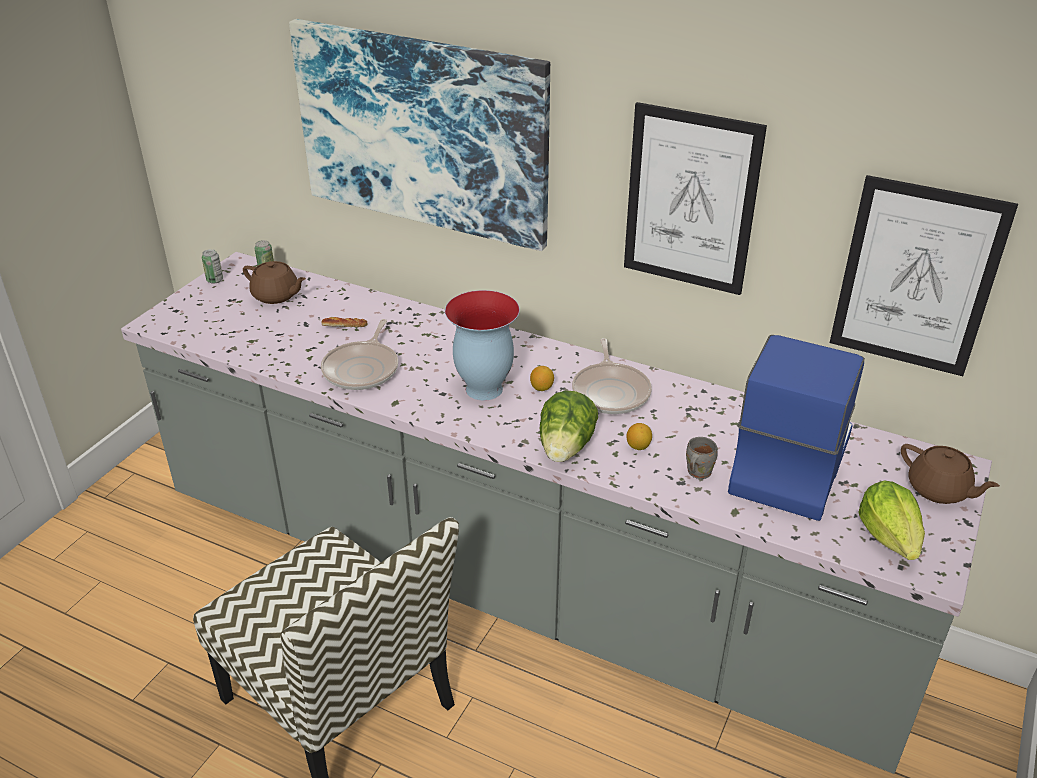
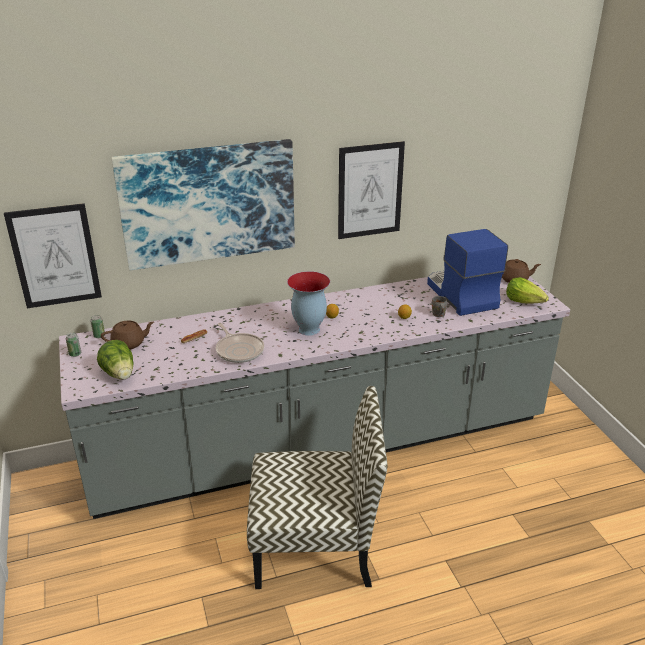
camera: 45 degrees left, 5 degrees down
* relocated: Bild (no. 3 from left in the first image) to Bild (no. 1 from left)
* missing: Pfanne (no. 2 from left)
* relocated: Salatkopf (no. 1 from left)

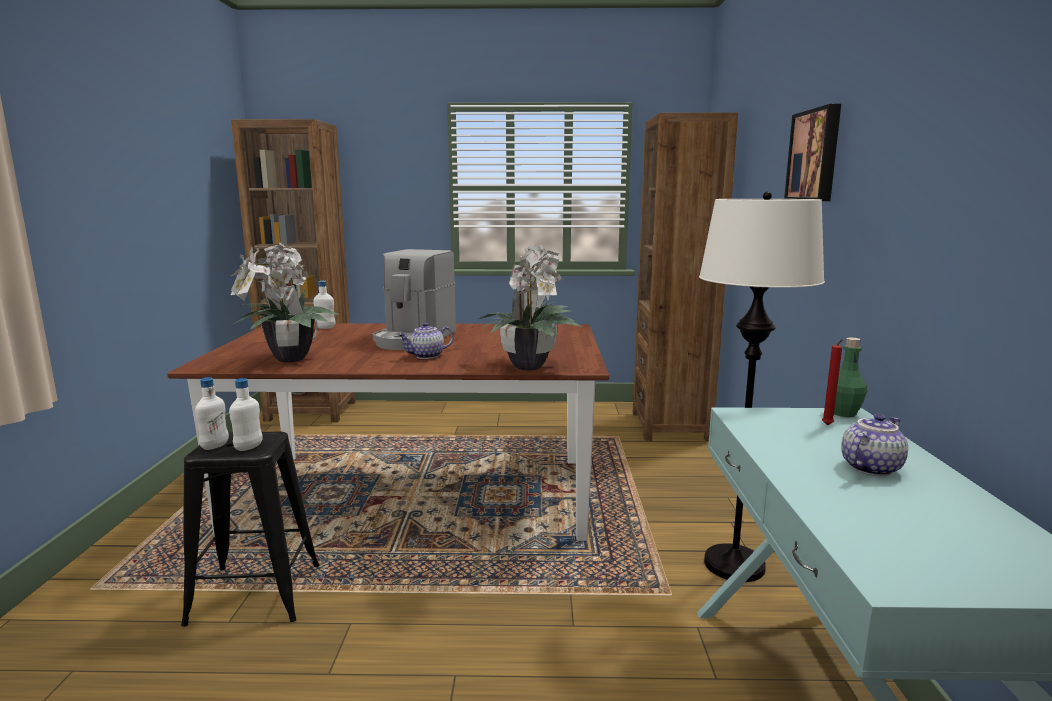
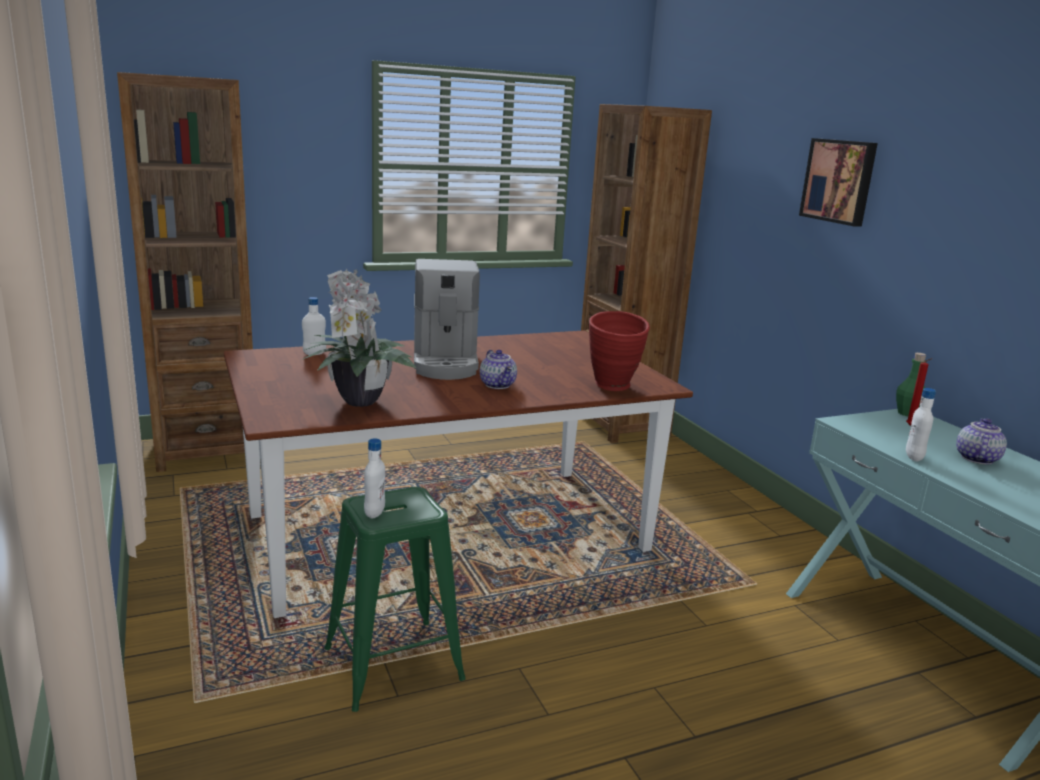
camera: 25 degrees left, 5 degrees up
* missing: Stehlampe [weiß]
* exchanged: Topfpflanze (no. 2 from left) to Vase [rot]
* spun: Teekanne (no. 1 from left) 60 degrees counterclockwise
* relocated: Flasche [weiß] (no. 2 from left in the first image) to Flasche [weiß] (no. 3 from left)
* colour: Hocker [schwarz] to Hocker [grün]

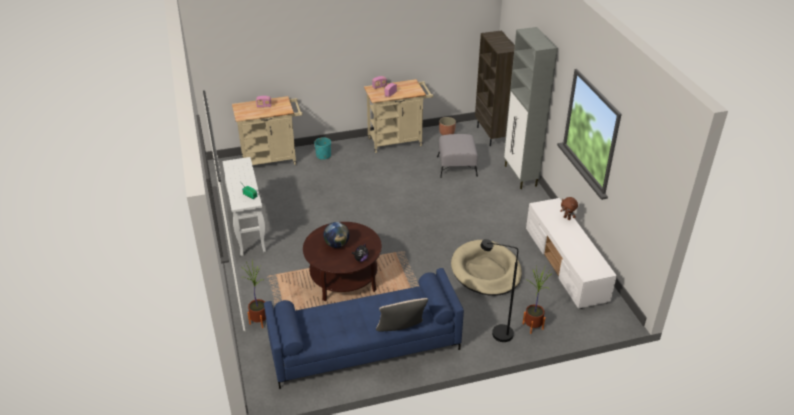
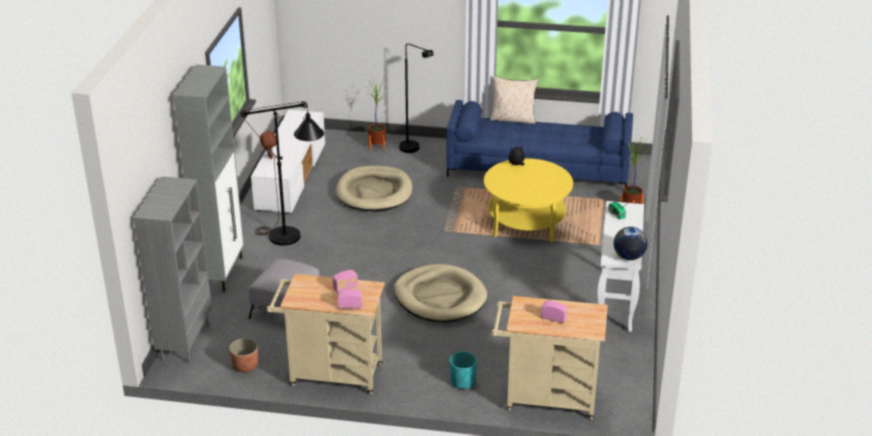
camera: 155 degrees left, 5 degrees down
* colour: Bücherregal [braun] to Bücherregal [grau]
* colour: Couchtisch [braun] to Couchtisch [gelb]
* relocated: Globus
* appeared: Stehlampe [schwarz] (no. 1 from left)
* appeared: Hundebett [beige] (no. 2 from left)

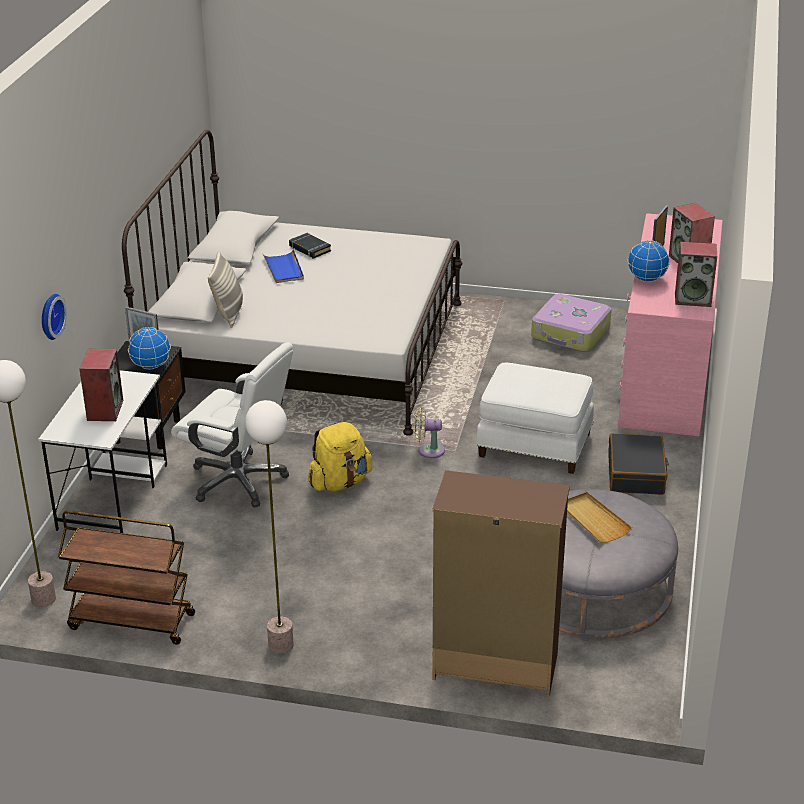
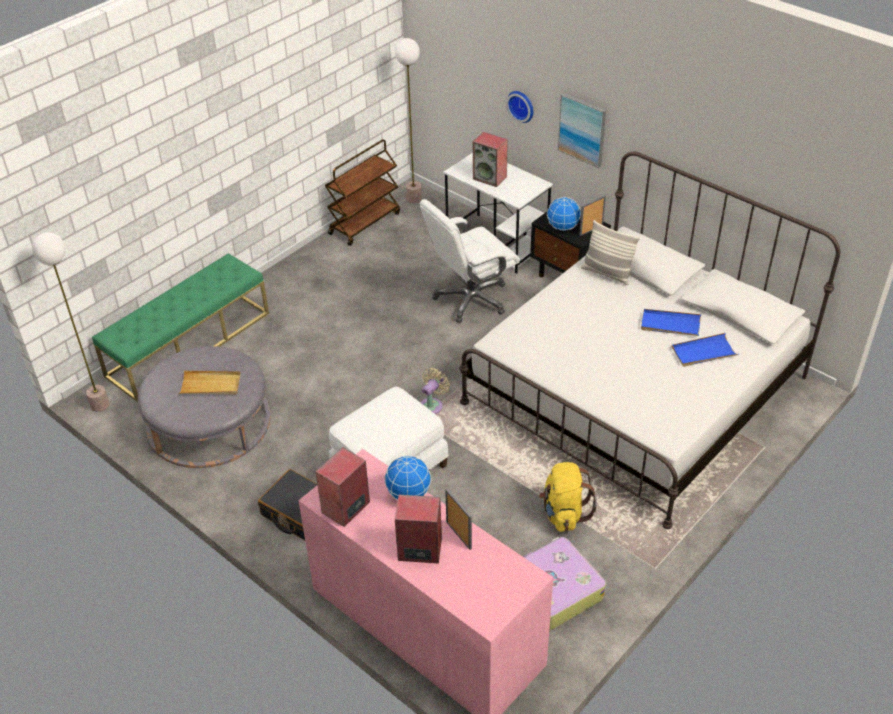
camera: 120 degrees right, 10 degrees up
* exchanged: Buch [schwarz] to Tablett [blau] (no. 2 from left)
* relocated: Stehlampe (no. 2 from left in the first image) to Stehlampe (no. 1 from left)
* relocated: Rucksack [gelb]
* exchanged: Kommode [braun] to Bank [grün]
* appeared: Bild

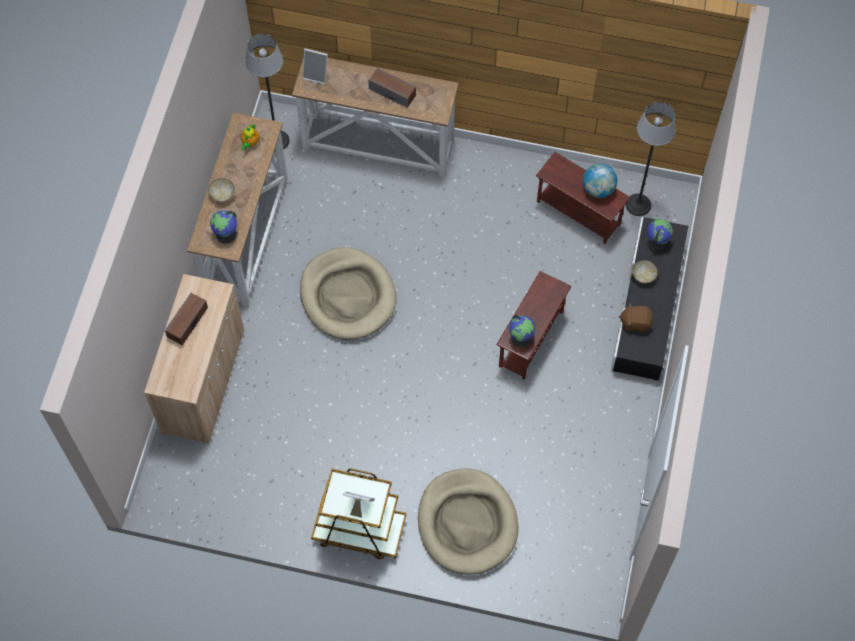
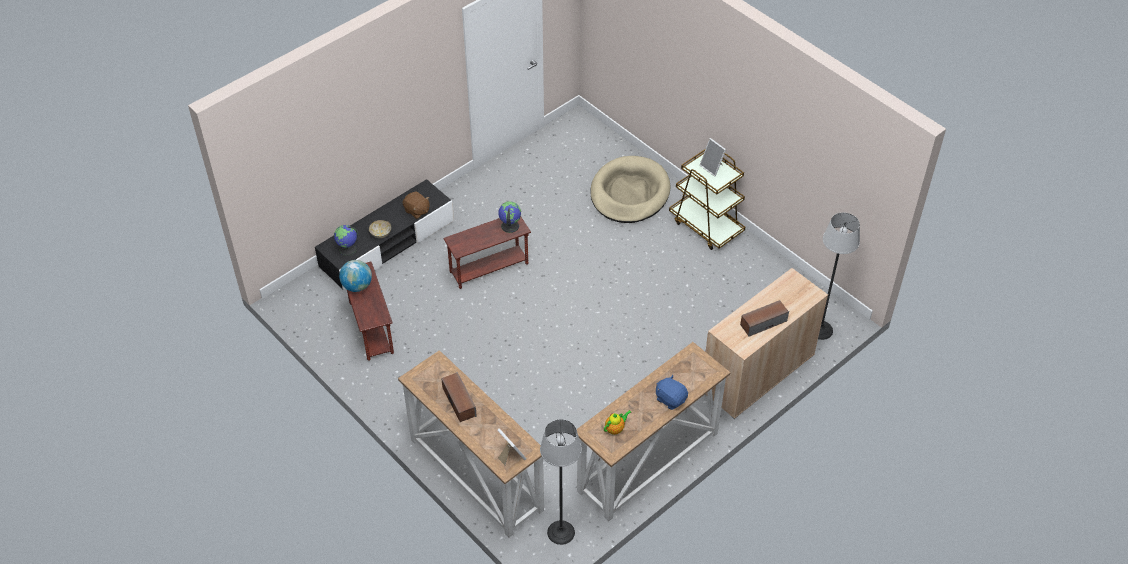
camera: 145 degrees left, 15 degrees down
* relocated: Stehlampe (no. 2 from left)
* exchanged: Schüssel (no. 1 from left) to Plüschtier [blau]
* missing: Globus (no. 1 from left)
* missing: Hundebett [beige] (no. 1 from left)

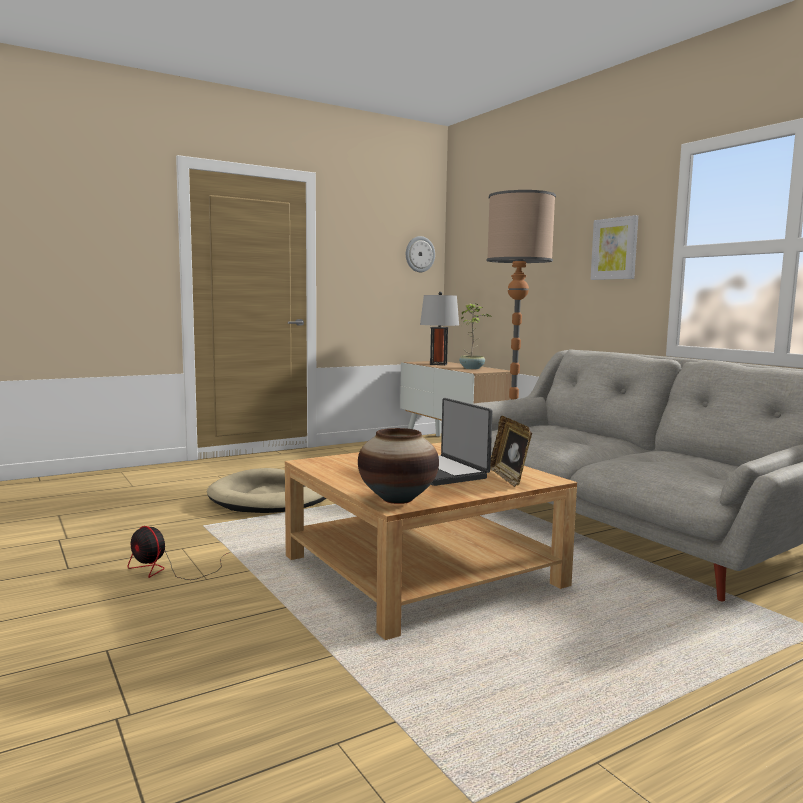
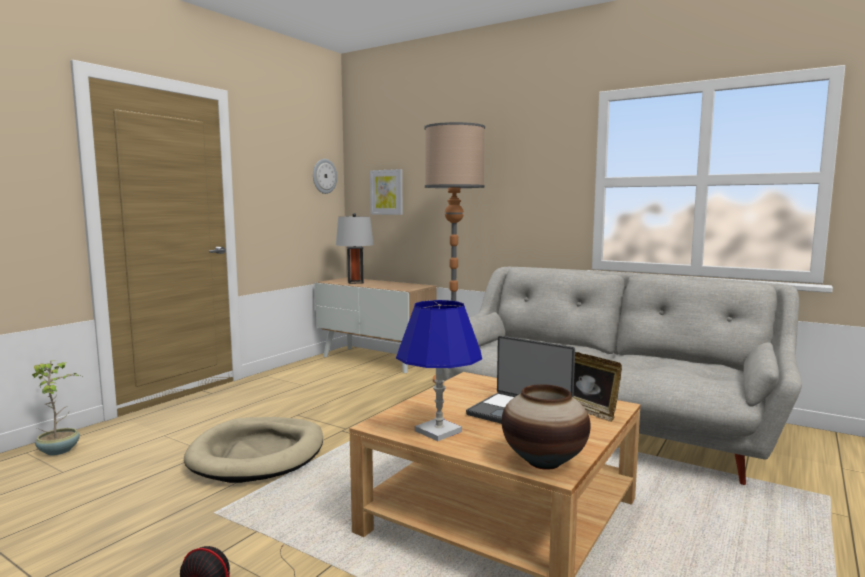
camera: 25 degrees left, 0 degrees up
* relocated: Bild
* relocated: Topfpflanze
* appeared: Tischlampe [blau]

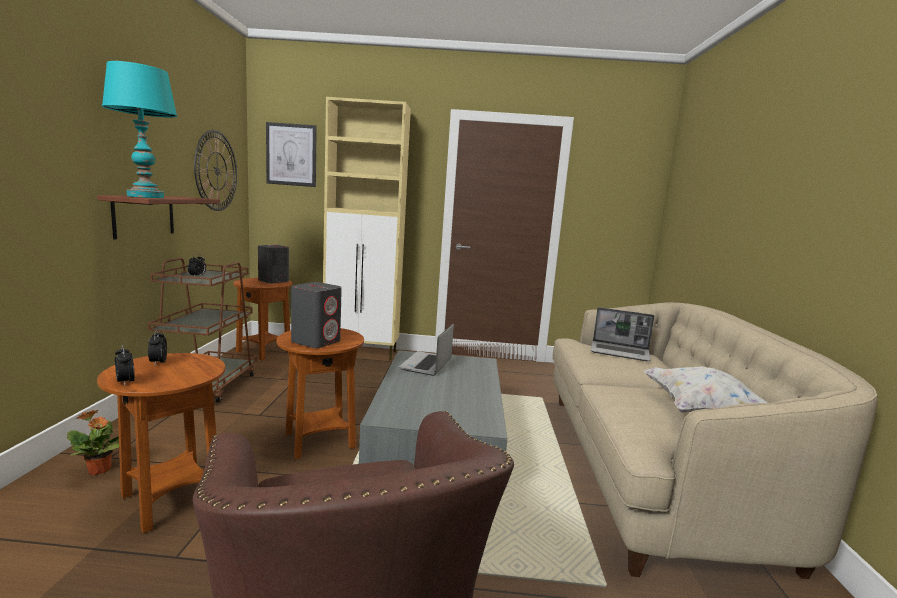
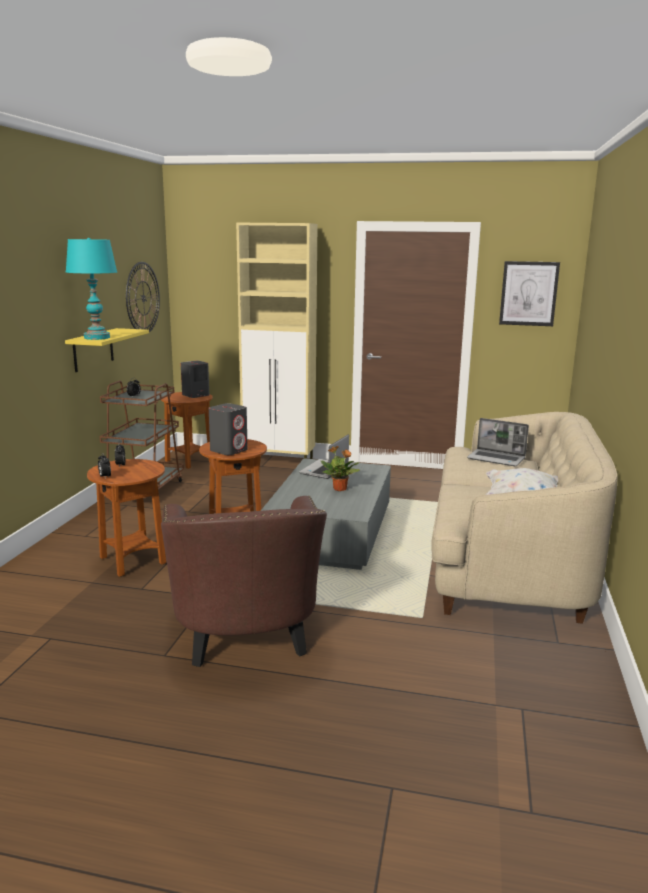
camera: 10 degrees right, 5 degrees up
* relocated: Bild
* colour: Wandregal [braun] to Wandregal [gelb]
* relocated: Topfpflanze

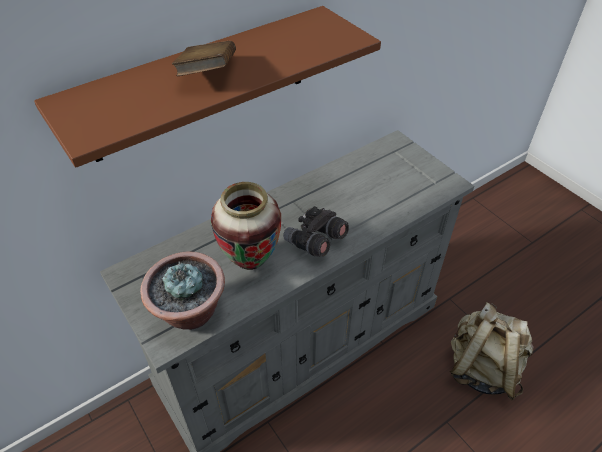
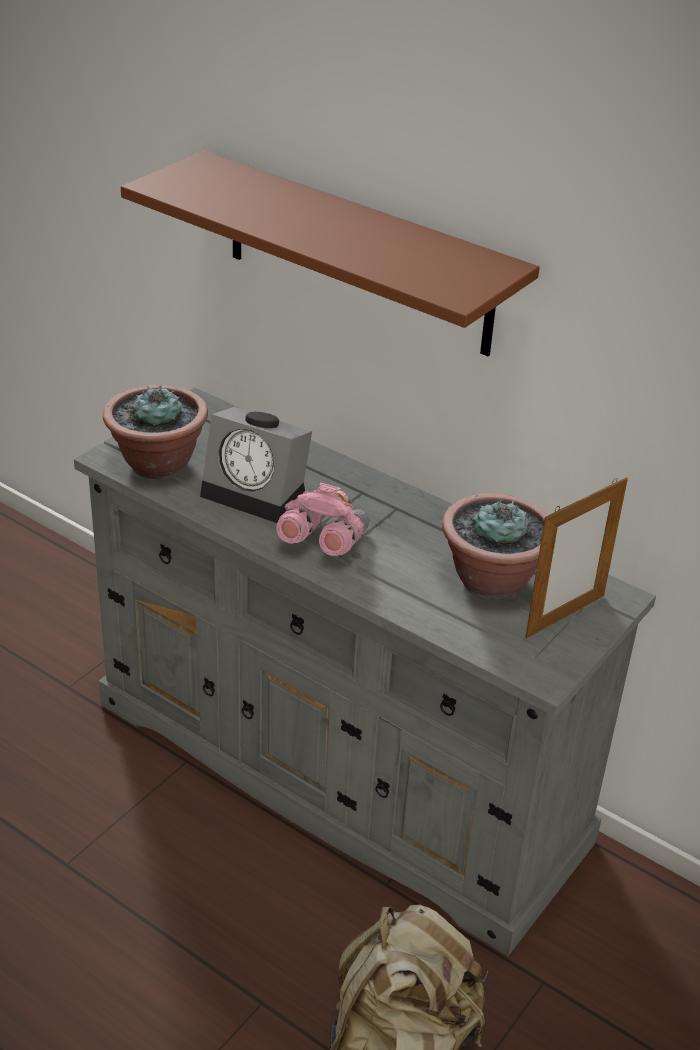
camera: 70 degrees right, 10 degrees down
* missing: Buch [braun]
* exchanged: Vase to Wecker
* colour: Fernglas [grau] to Fernglas [rosa]
* appeared: Bilderrahmen
* appeared: Topfpflanze (no. 2 from left)

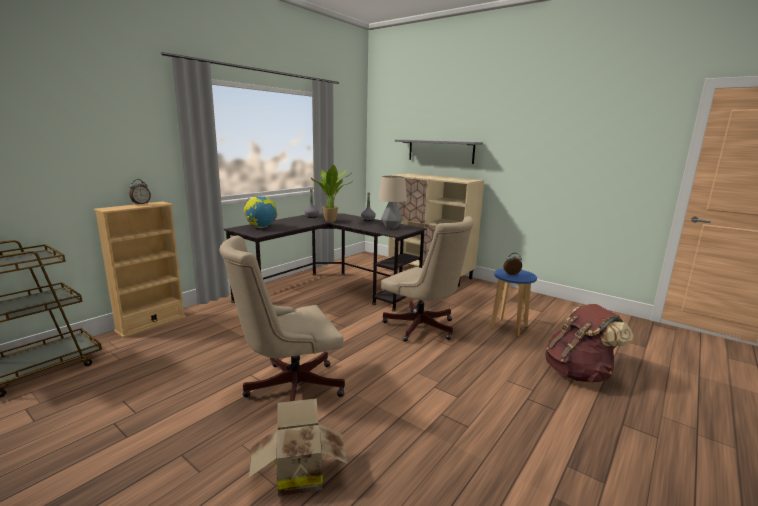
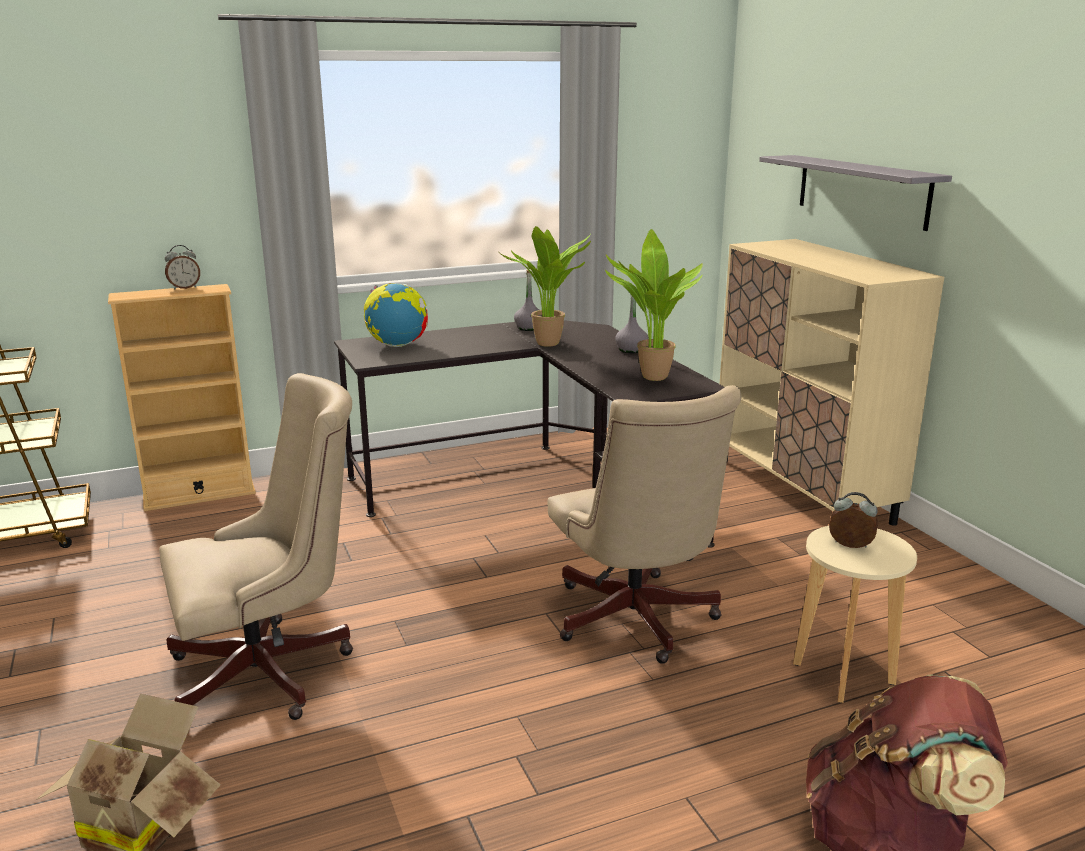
camera: 30 degrees right, 5 degrees up
* exchanged: Tischlampe to Topfpflanze (no. 2 from left)
* spun: Bürostuhl [beige] (no. 1 from left) 150 degrees clockwise
* colour: Hocker [blau] to Hocker [beige]

